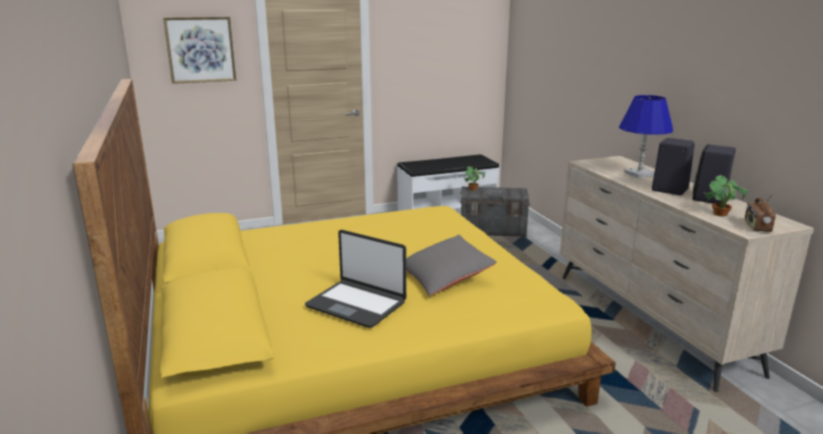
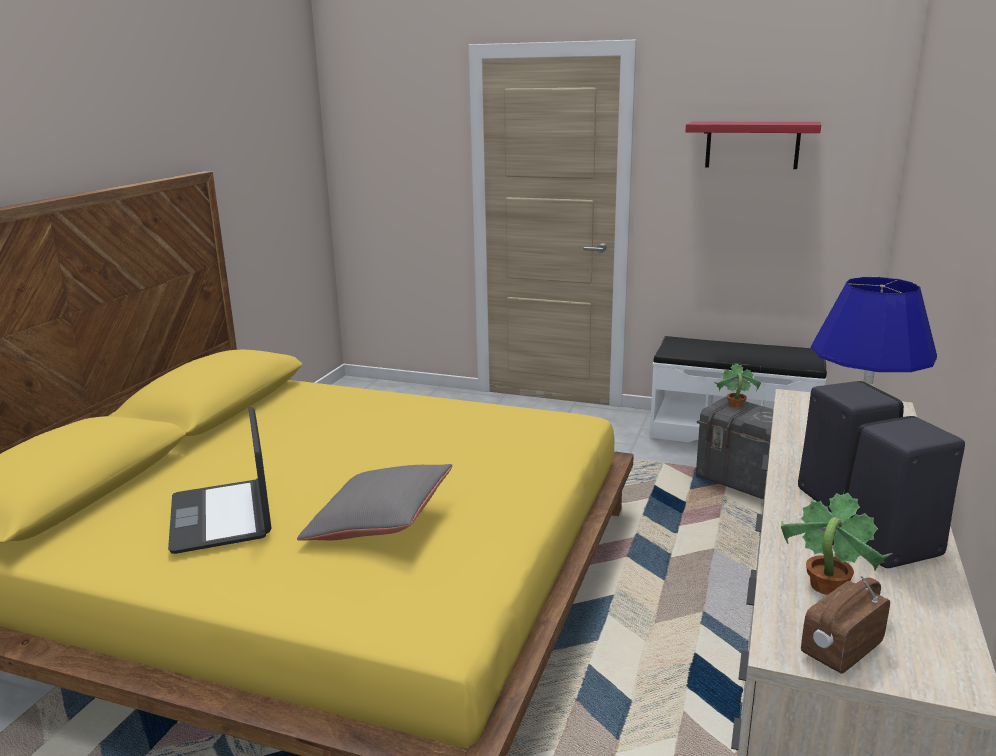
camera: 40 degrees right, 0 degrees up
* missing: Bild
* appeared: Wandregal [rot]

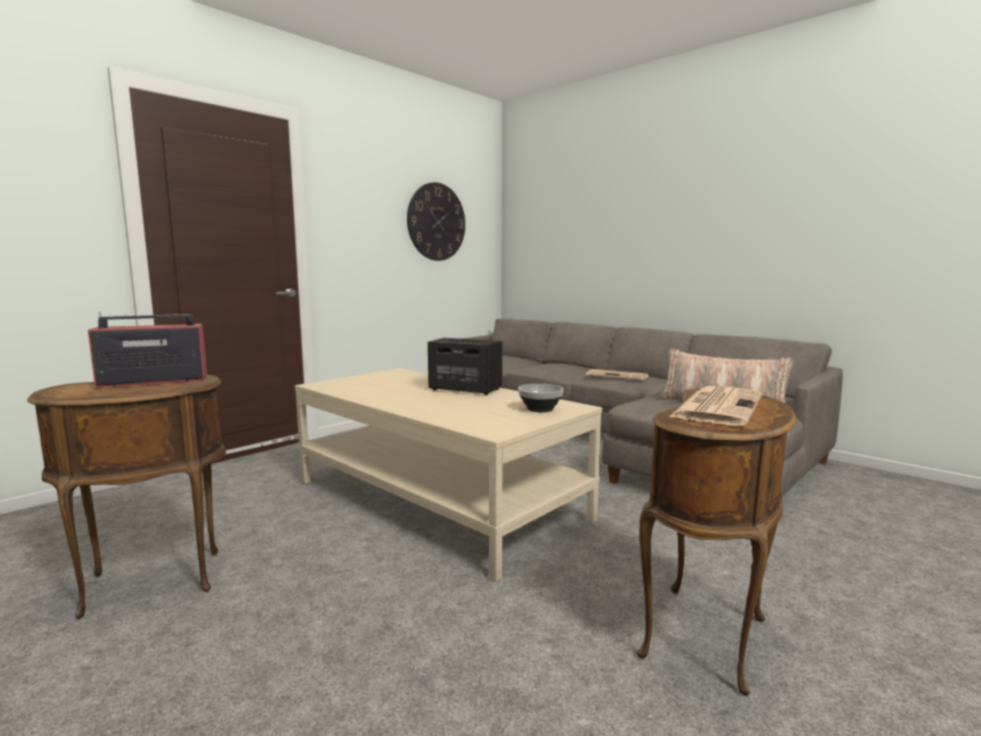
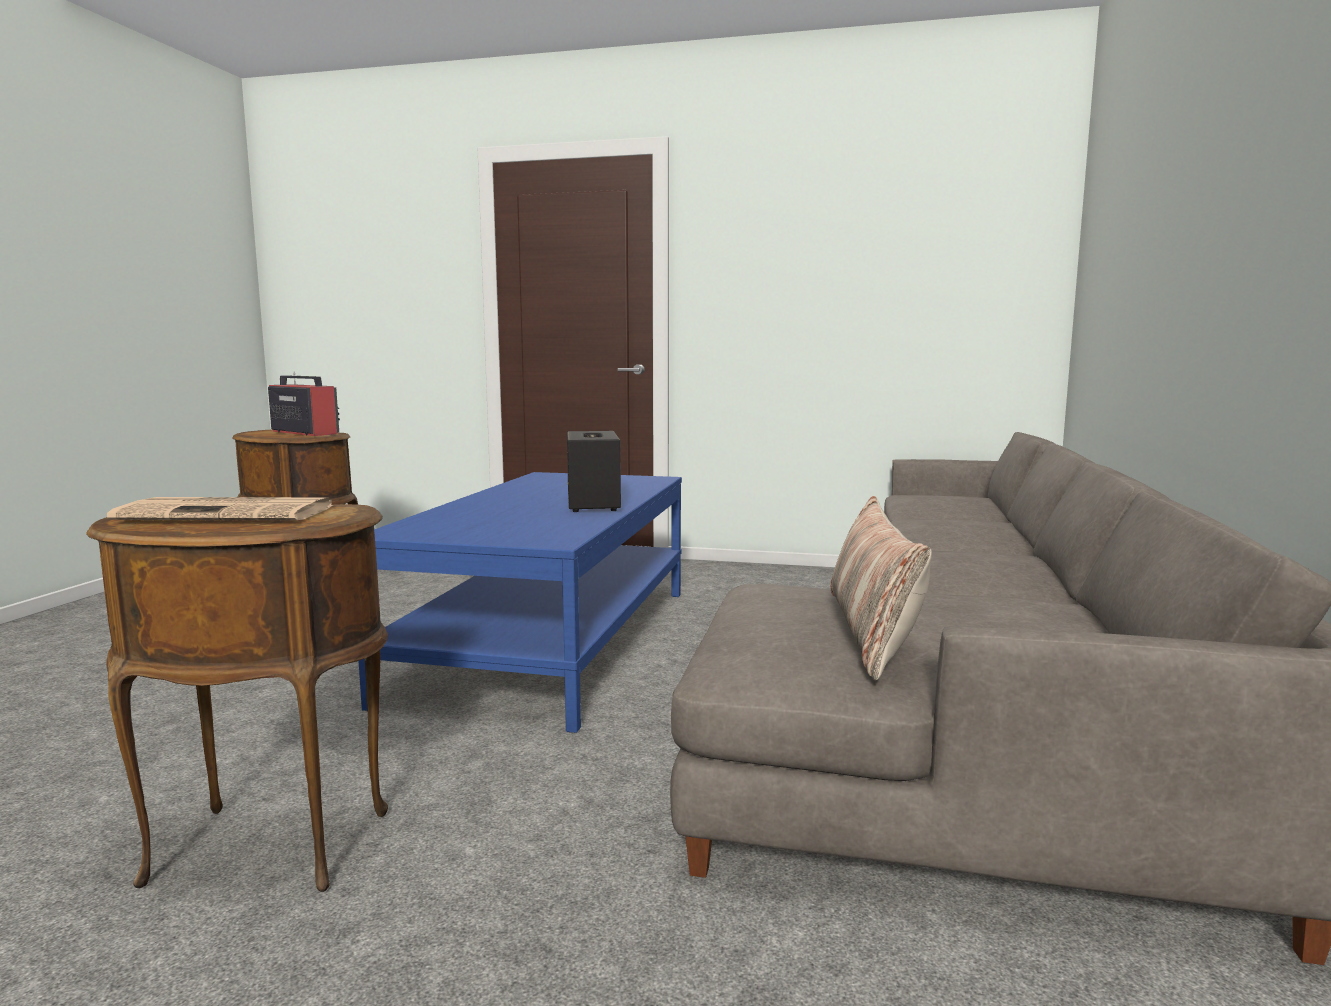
camera: 60 degrees right, 0 degrees up
* missing: Wanduhr
* colour: Couchtisch [beige] to Couchtisch [blau]
* missing: Zeitung (no. 1 from left)
* missing: Schüssel

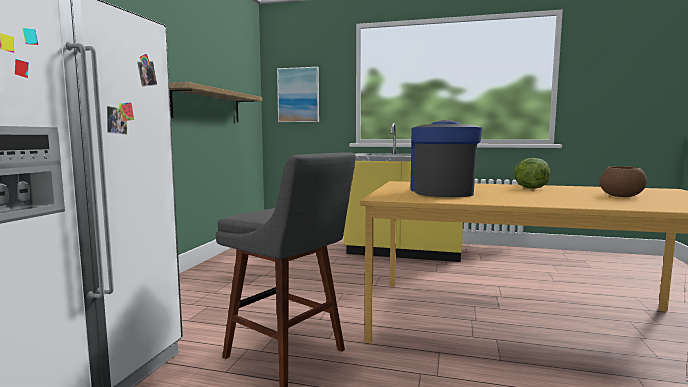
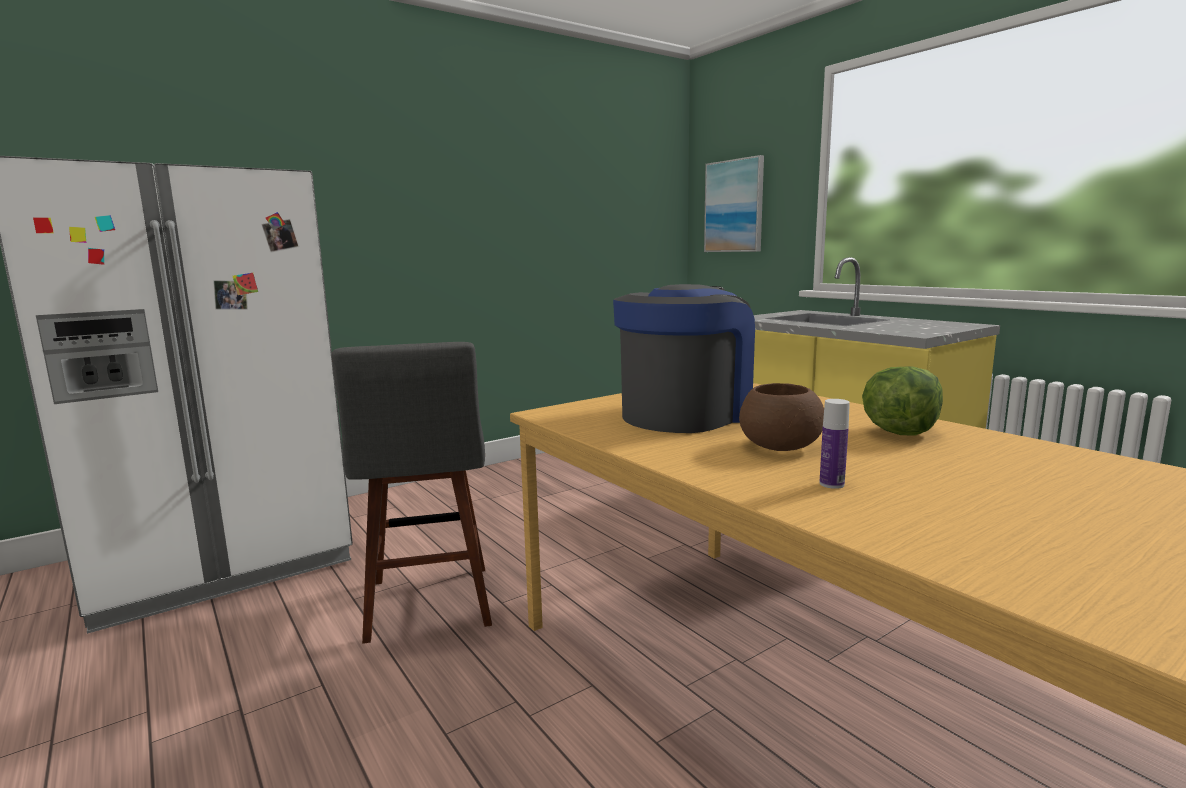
camera: 40 degrees right, 5 degrees up
* missing: Wandregal
* relocated: Schüssel [braun]
* appeared: Flasche

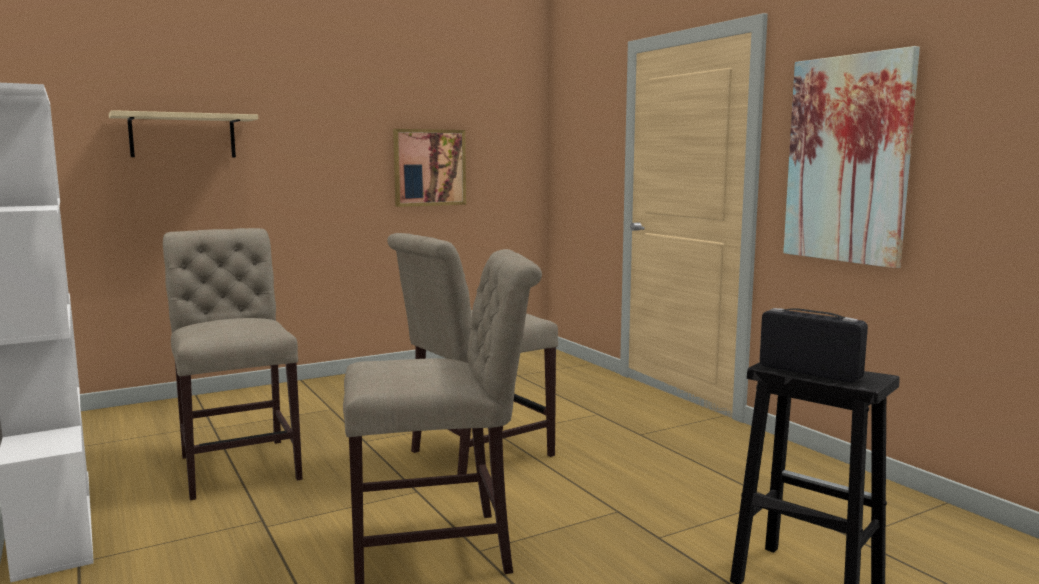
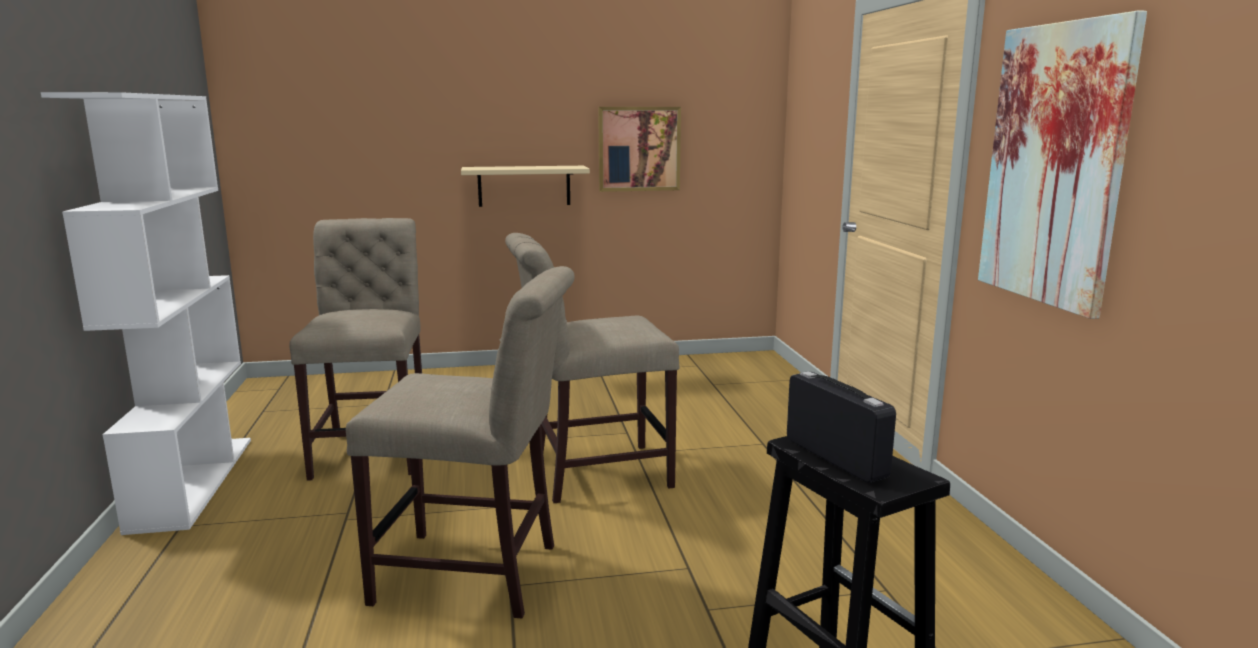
camera: 20 degrees right, 5 degrees up
* relocated: Wandregal [beige]

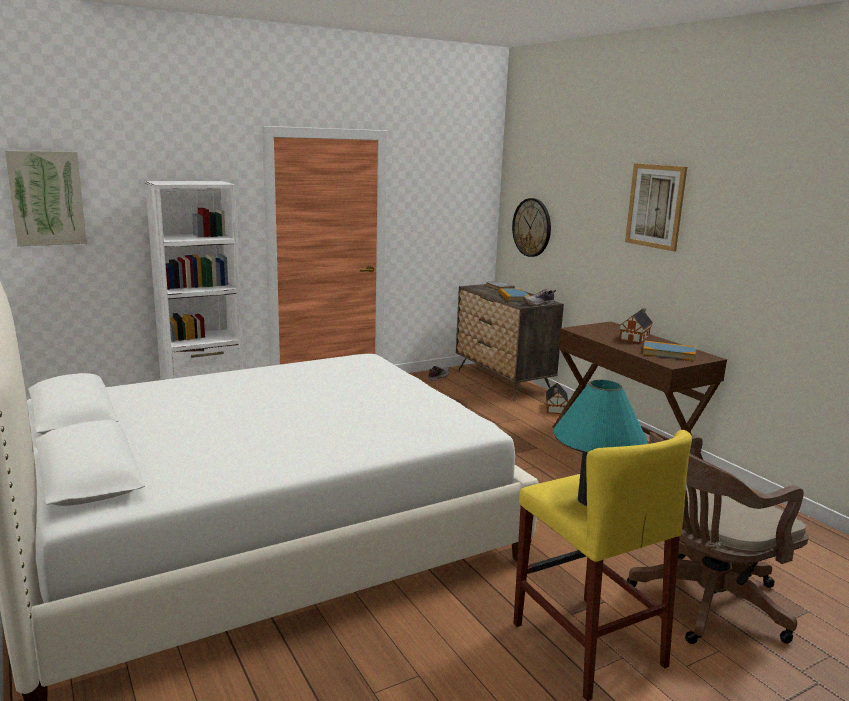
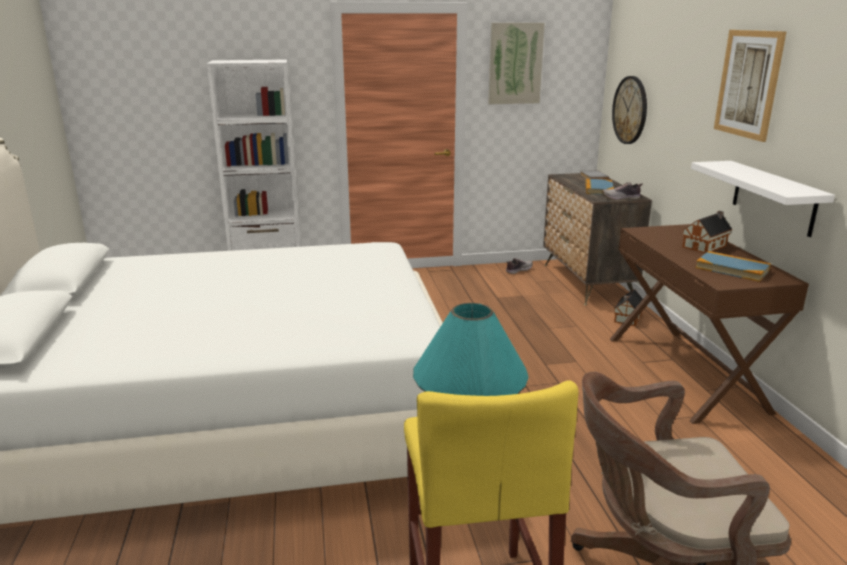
camera: 20 degrees right, 5 degrees up
* relocated: Bild (no. 1 from left)
* appeared: Wandregal [weiß]

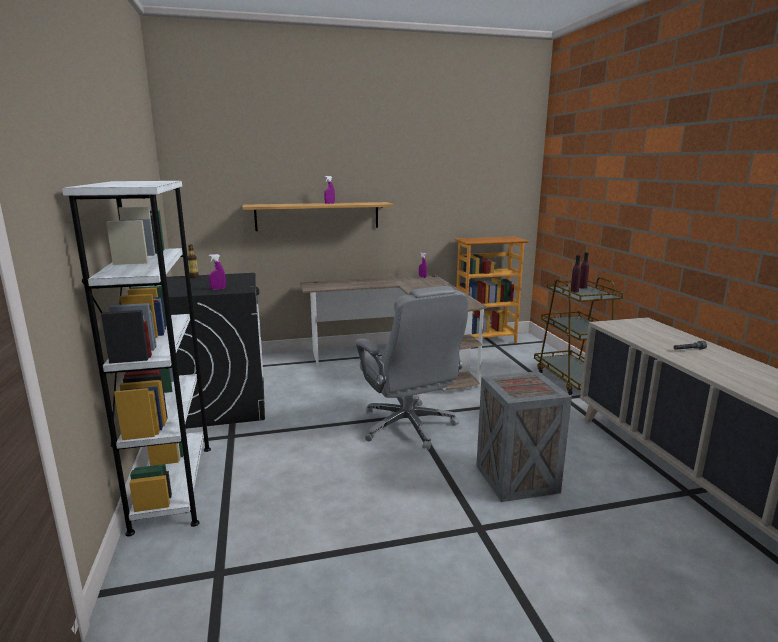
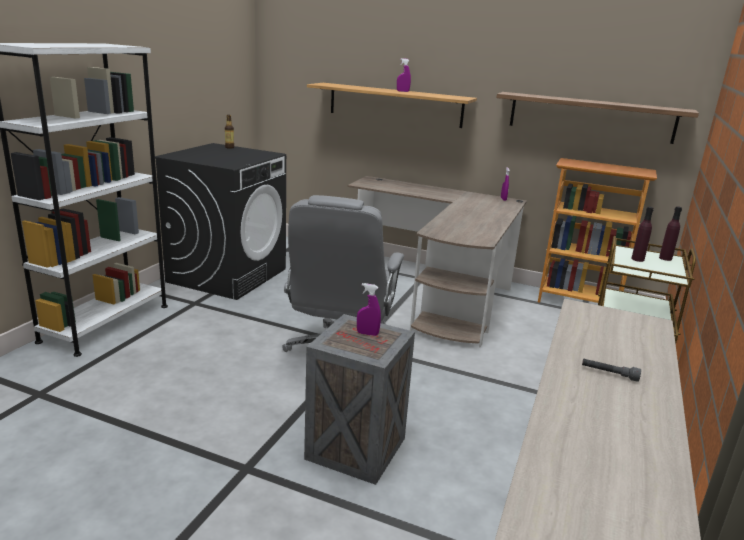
camera: 35 degrees right, 5 degrees up
* relocated: Sprühflasche [lila] (no. 1 from left)
* appeared: Wandregal (no. 2 from left)

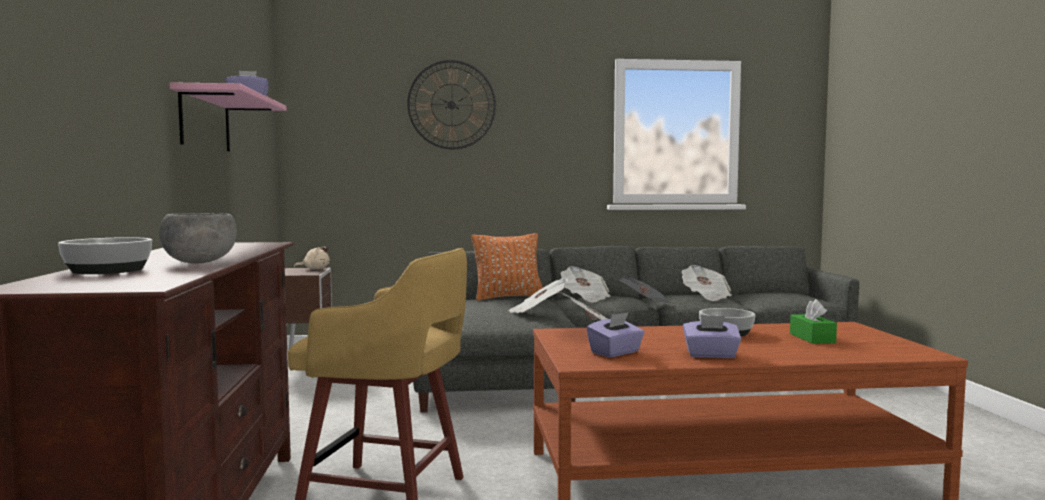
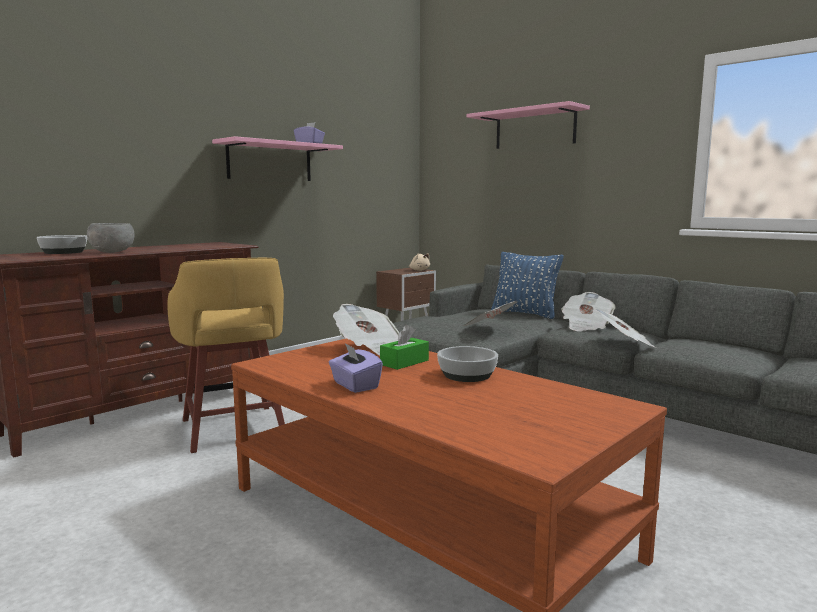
camera: 50 degrees right, 5 degrees up
* exchanged: Wanduhr to Wandregal [rosa] (no. 2 from left)
* colour: Kissen [orange] to Kissen [blau]
* missing: Zeitung (no. 5 from left)
* relocated: Taschentuchbox [grün]
* missing: Taschentuchbox [lila] (no. 2 from left)

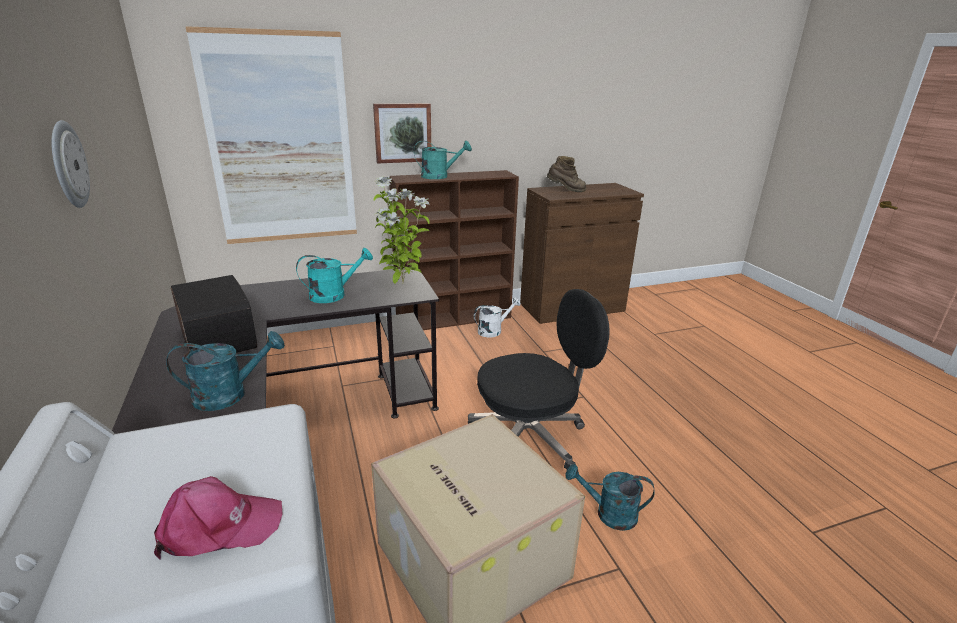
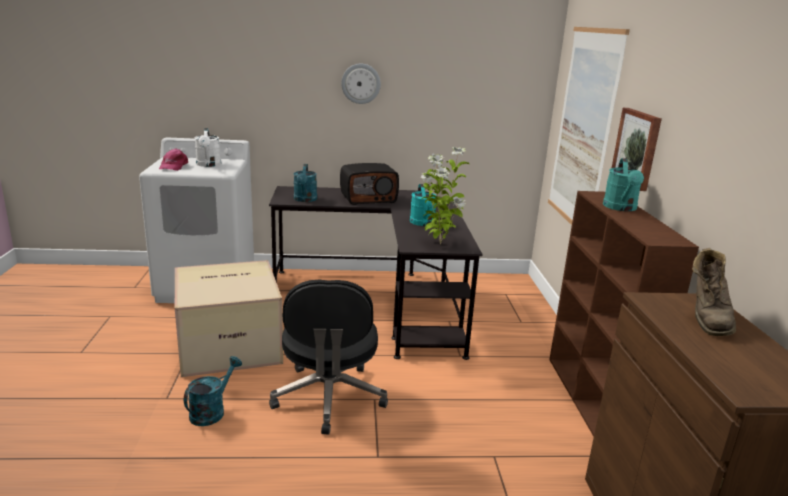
camera: 105 degrees right, 5 degrees down
* relocated: Gießkanne [weiß]

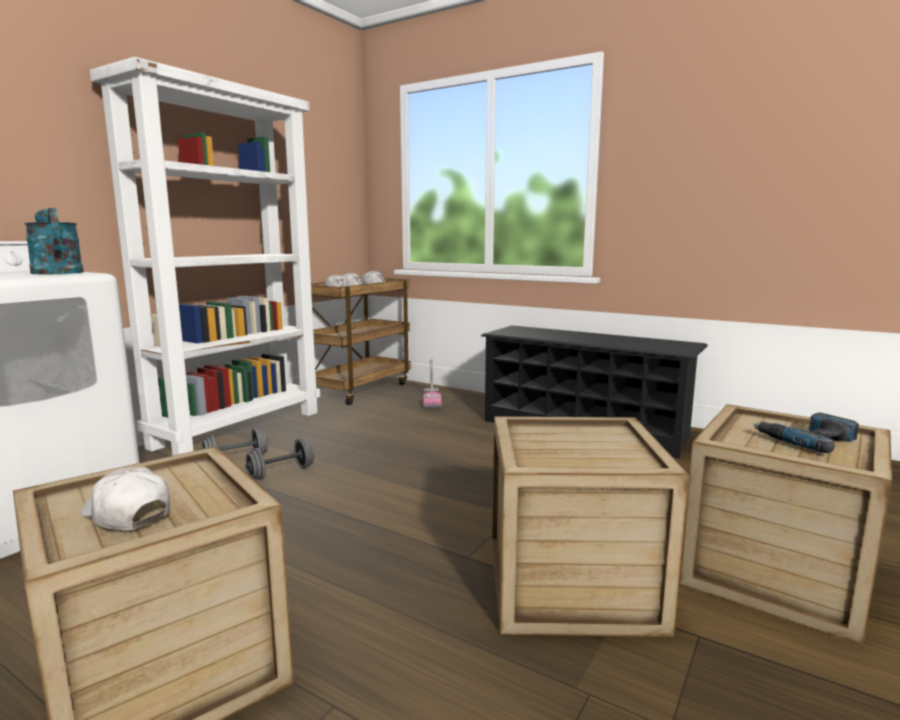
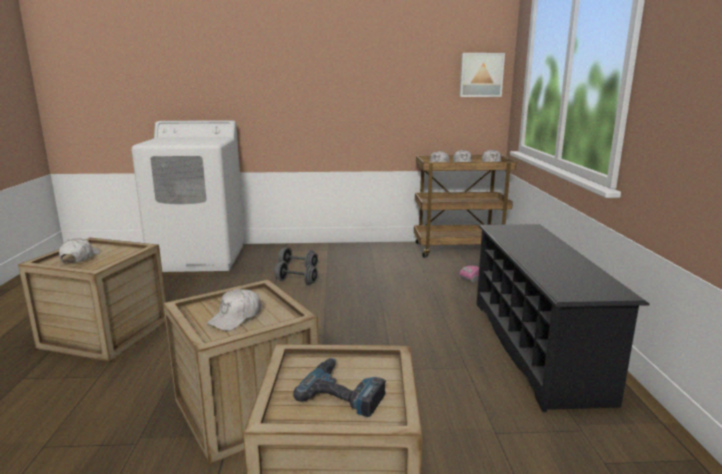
camera: 55 degrees right, 5 degrees up
* missing: Bücherregal [weiß]
* missing: Gießkanne [türkis]
* appeared: Bild
* appeared: Kappe [weiß] (no. 2 from left)

